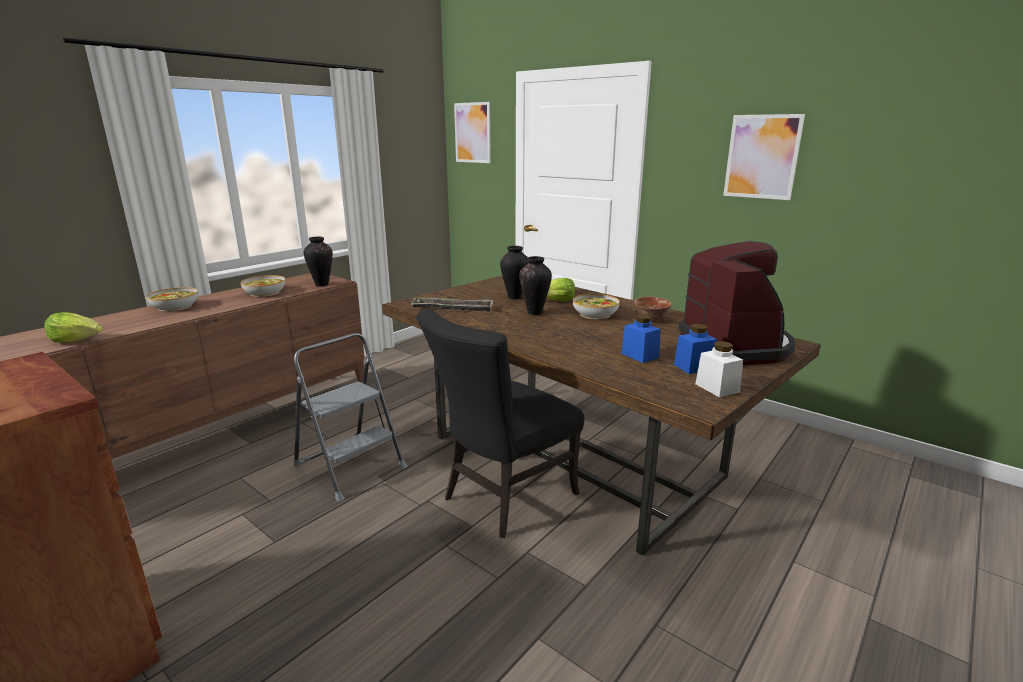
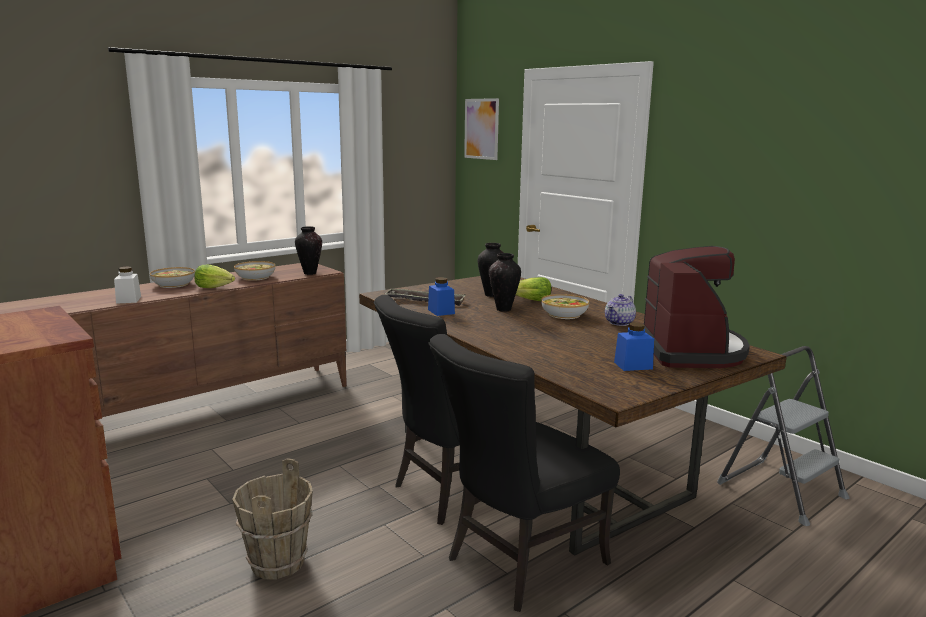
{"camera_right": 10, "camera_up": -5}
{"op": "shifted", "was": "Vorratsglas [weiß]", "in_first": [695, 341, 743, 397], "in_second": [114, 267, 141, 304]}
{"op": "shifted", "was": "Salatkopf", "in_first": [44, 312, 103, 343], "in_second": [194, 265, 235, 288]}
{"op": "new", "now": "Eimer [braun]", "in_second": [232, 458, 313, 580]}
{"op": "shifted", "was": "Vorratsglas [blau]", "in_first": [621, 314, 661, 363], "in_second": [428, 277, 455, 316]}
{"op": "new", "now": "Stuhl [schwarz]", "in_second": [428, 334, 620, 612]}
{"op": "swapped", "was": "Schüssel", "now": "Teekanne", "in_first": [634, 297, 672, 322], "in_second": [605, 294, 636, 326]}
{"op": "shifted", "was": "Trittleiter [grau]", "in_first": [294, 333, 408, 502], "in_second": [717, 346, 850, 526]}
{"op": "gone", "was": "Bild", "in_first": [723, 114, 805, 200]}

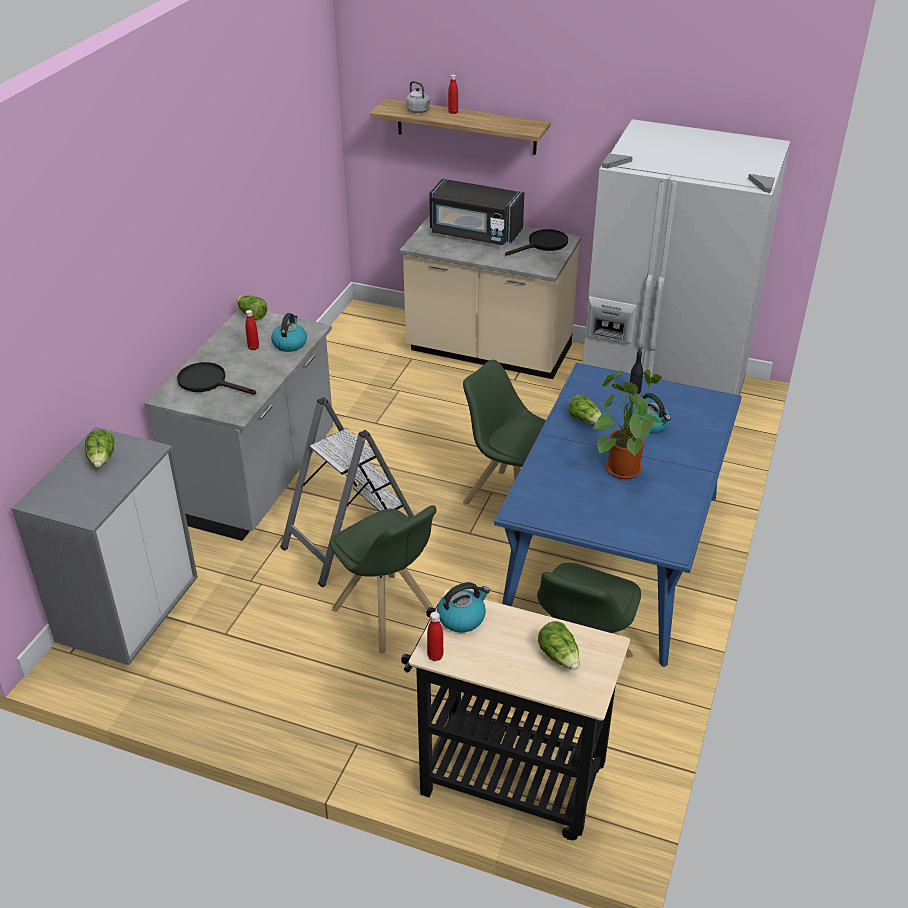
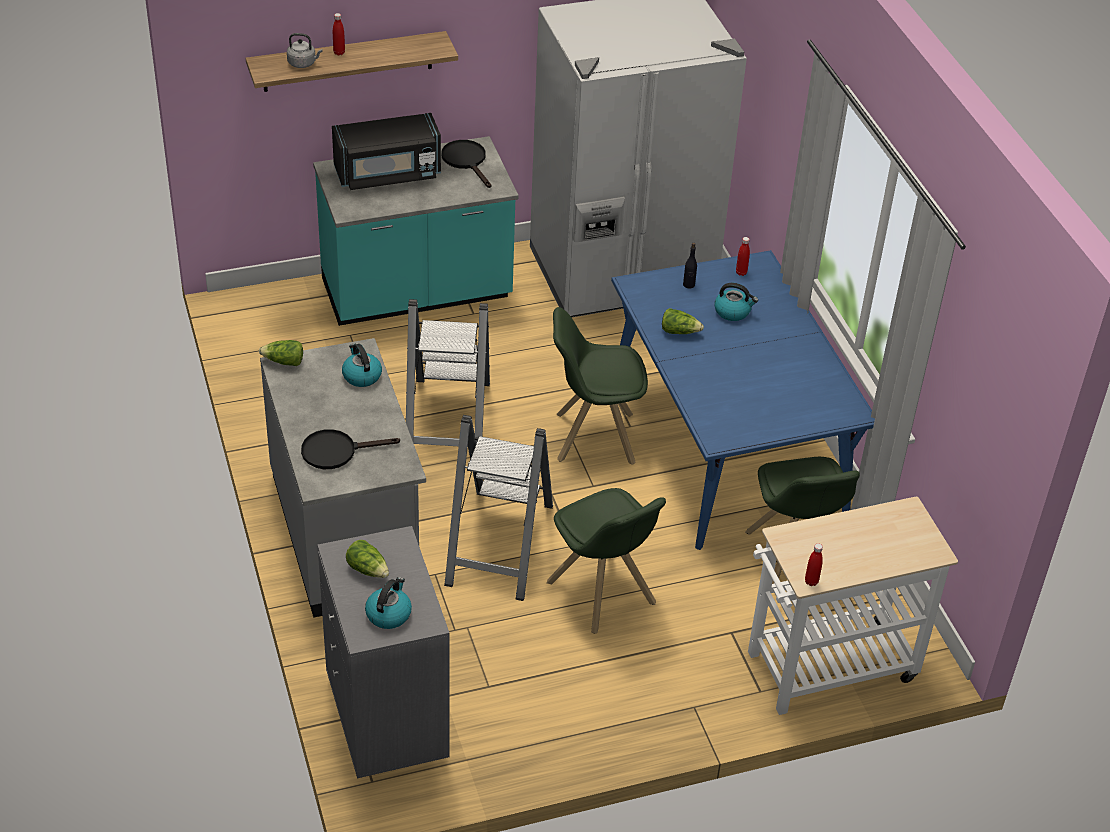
{"camera_right": -40, "camera_up": 5}
{"op": "repainted", "was": "Küchenzeile [beige]", "now": "Küchenzeile [türkis]", "in_first": [400, 215, 581, 379], "in_second": [313, 136, 519, 326]}
{"op": "shifted", "was": "Wasserkessel", "in_first": [437, 582, 490, 633], "in_second": [365, 577, 412, 629]}
{"op": "new", "now": "Trittleiter [grau]", "in_second": [406, 299, 490, 446]}
{"op": "rotated", "was": "Pfanne [schwarz]", "in_first": [505, 229, 568, 256], "in_second": [441, 140, 491, 188], "clockwise": -45}
{"op": "rotated", "was": "Stuhl [grün]", "in_first": [329, 505, 437, 653], "in_second": [547, 488, 666, 634], "clockwise": 45}
{"op": "shifted", "was": "Flasche [rot]", "in_first": [245, 310, 259, 350], "in_second": [736, 237, 750, 276]}
{"op": "repainted", "was": "Rollwagen [schwarz]", "now": "Rollwagen [weiß]", "in_first": [401, 590, 630, 840], "in_second": [748, 497, 958, 715]}
{"op": "gone", "was": "Salatkopf", "in_first": [538, 621, 580, 670]}
{"op": "gone", "was": "Topfpflanze", "in_first": [594, 369, 664, 479]}

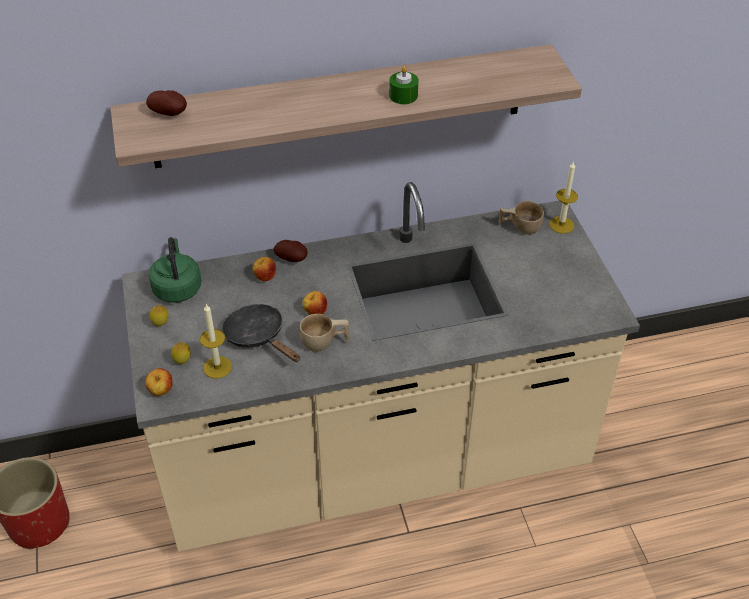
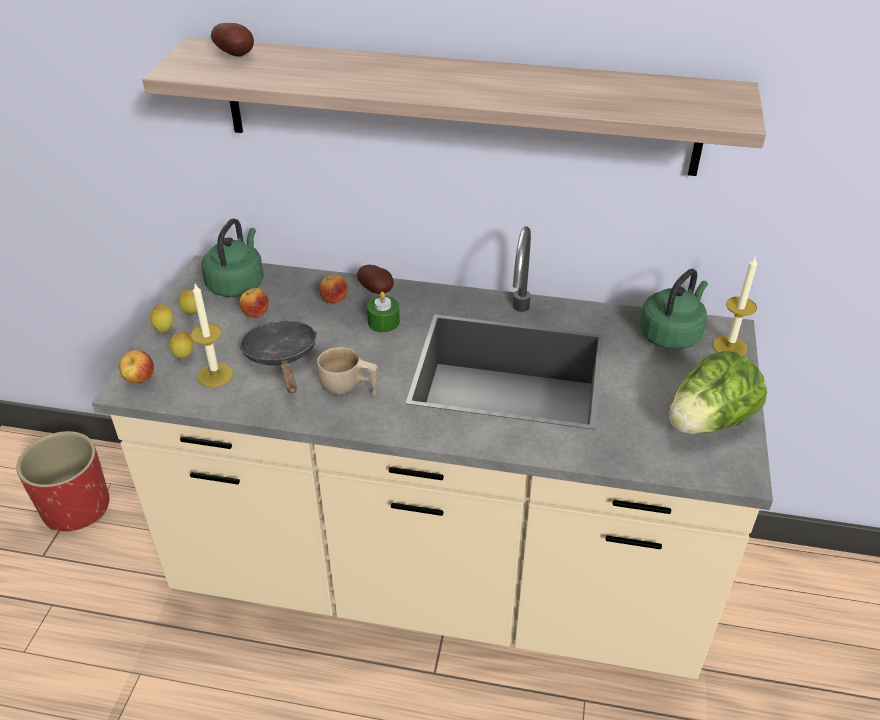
{"camera_right": 25, "camera_up": -5}
{"op": "new", "now": "Zitrone", "in_second": [150, 303, 173, 333]}
{"op": "shifted", "was": "Apfel", "in_first": [302, 291, 327, 315], "in_second": [239, 288, 269, 318]}
{"op": "shifted", "was": "Kerze [grün]", "in_first": [389, 66, 418, 104], "in_second": [367, 291, 400, 333]}
{"op": "swapped", "was": "Tasse [beige]", "now": "Wasserkessel [grün]", "in_first": [499, 201, 544, 235], "in_second": [639, 269, 708, 350]}
{"op": "new", "now": "Salatkopf", "in_second": [669, 351, 767, 434]}

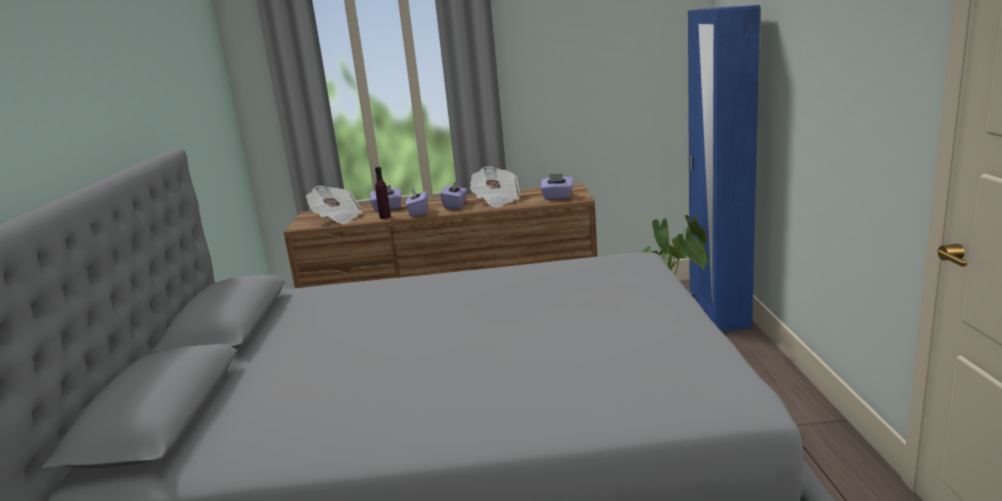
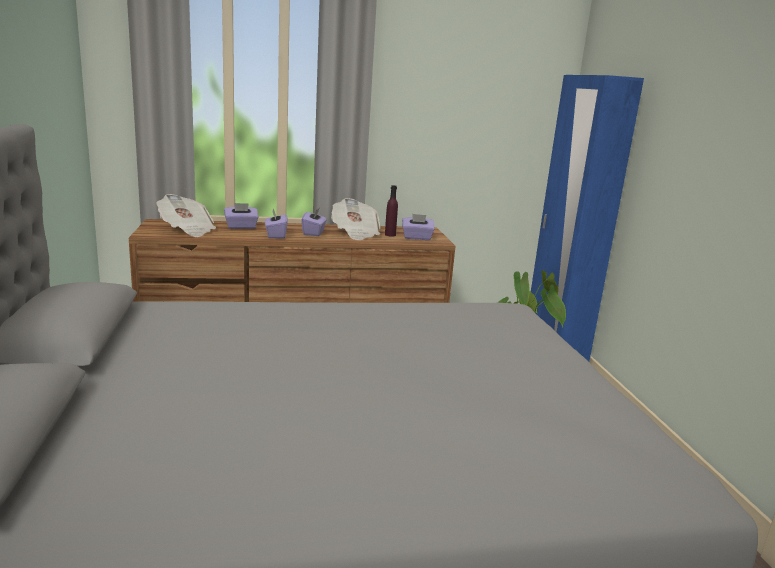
{"camera_right": -10, "camera_up": 0}
{"op": "shifted", "was": "Flasche [lila]", "in_first": [375, 167, 391, 219], "in_second": [385, 185, 398, 236]}

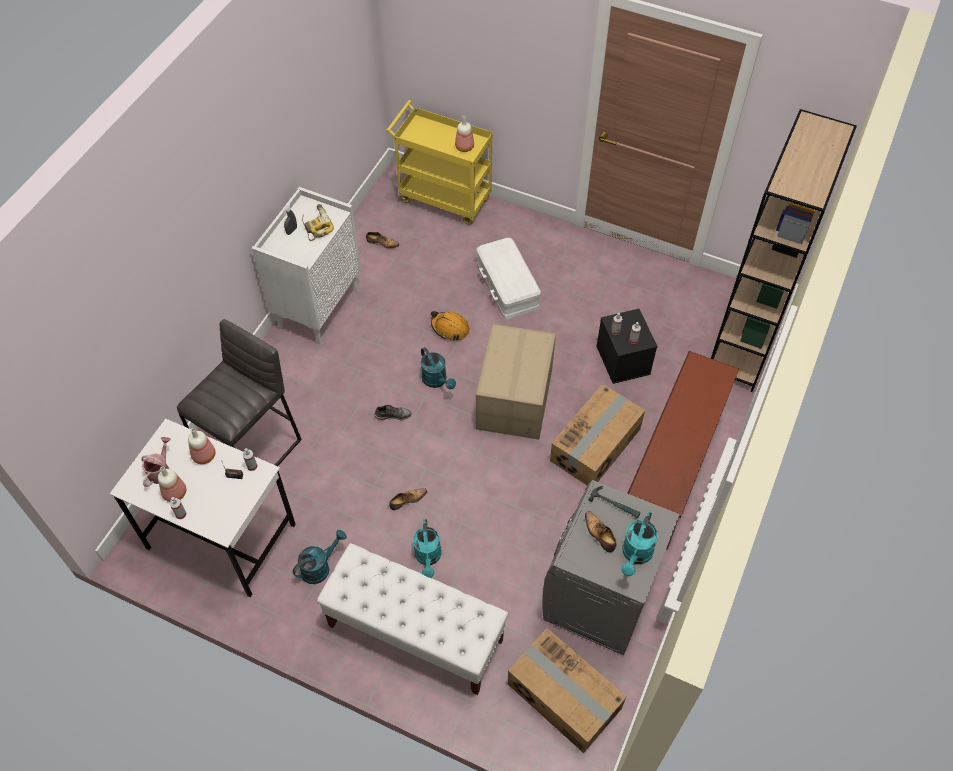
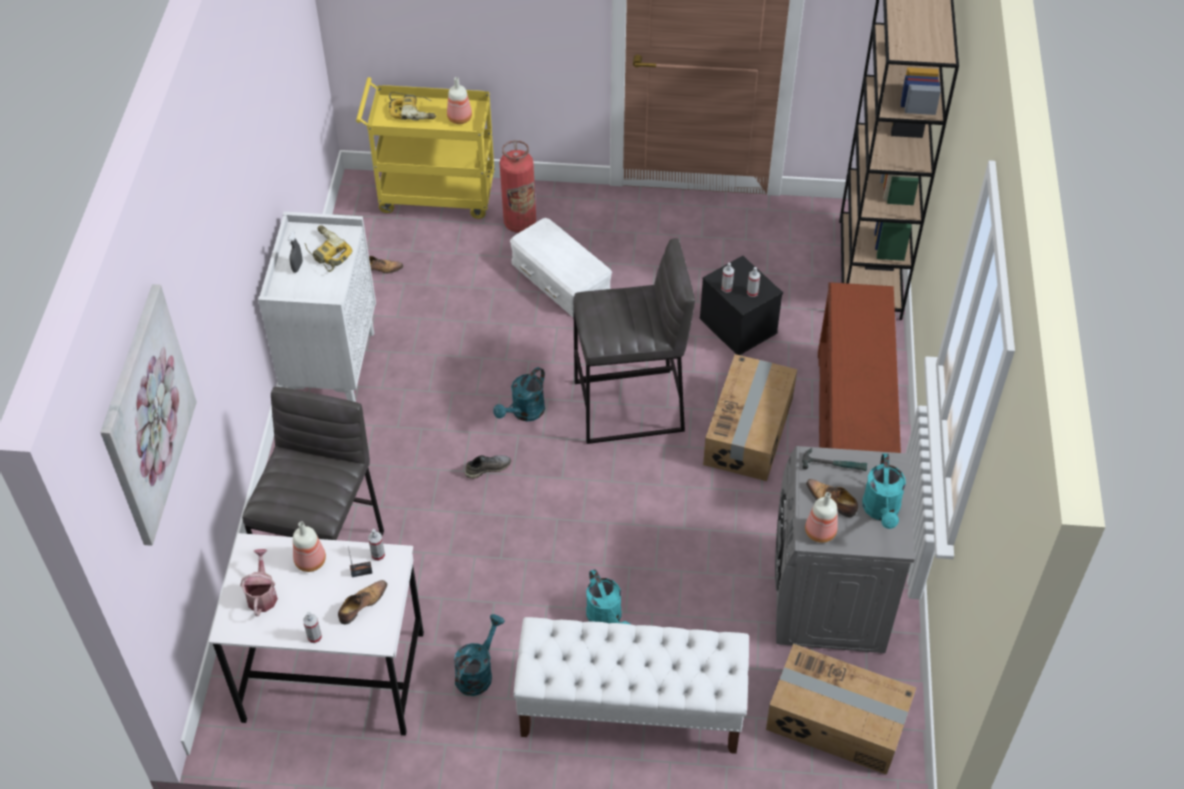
{"camera_right": -20, "camera_up": -5}
{"op": "new", "now": "Bild", "in_second": [100, 284, 197, 546]}
{"op": "shifted", "was": "Schuh", "in_first": [389, 488, 427, 510], "in_second": [338, 580, 387, 625]}
{"op": "new", "now": "Bohrmaschine", "in_second": [389, 92, 436, 121]}
{"op": "rotated", "was": "Gießkanne [türkis]", "in_first": [421, 347, 456, 389], "in_second": [493, 367, 545, 422], "clockwise": 90}
{"op": "new", "now": "Feuerlöscher", "in_second": [500, 140, 536, 233]}
{"op": "swapped", "was": "Karton", "now": "Hocker [grau]", "in_first": [476, 324, 556, 440], "in_second": [573, 238, 695, 444]}
{"op": "shifted", "was": "Flasche", "in_first": [158, 466, 186, 502], "in_second": [805, 492, 838, 543]}
{"op": "gone", "was": "Schutzhelm [orange]", "in_first": [431, 311, 470, 340]}

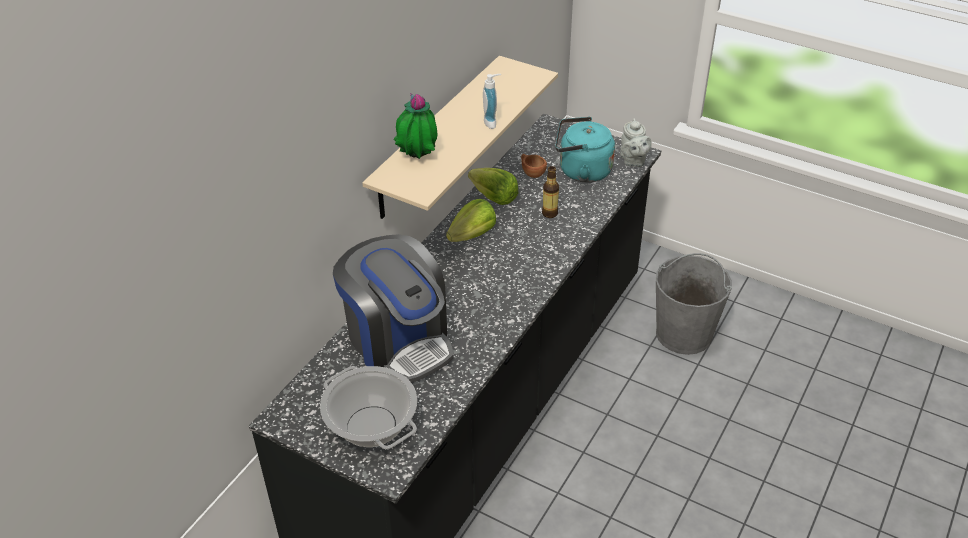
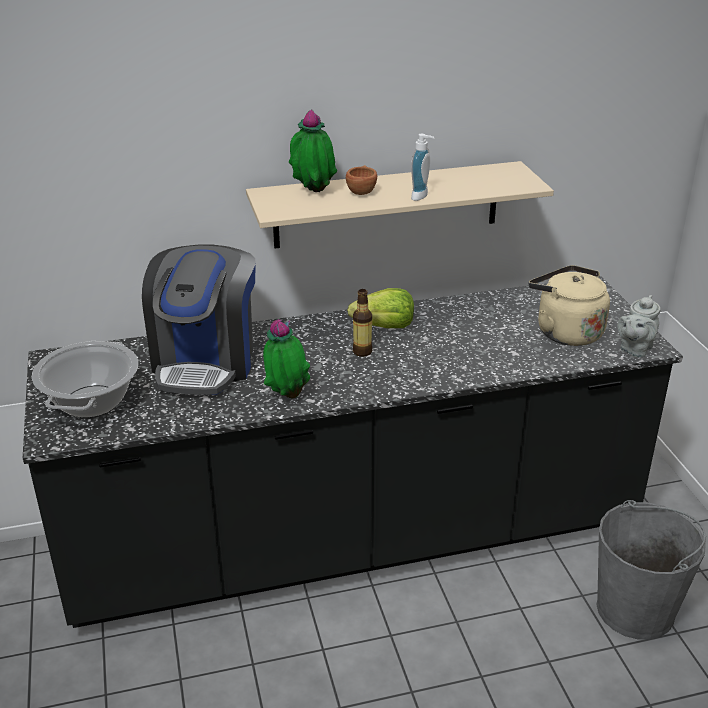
{"camera_right": 45, "camera_up": -10}
{"op": "new", "now": "Topfpflanze", "in_second": [263, 319, 310, 399]}
{"op": "shifted", "was": "Tasse [braun]", "in_first": [521, 154, 547, 178], "in_second": [346, 165, 377, 195]}
{"op": "shifted", "was": "Flasche", "in_first": [542, 166, 559, 218], "in_second": [353, 289, 372, 357]}
{"op": "repainted", "was": "Wasserkessel [türkis]", "now": "Wasserkessel [beige]", "in_first": [555, 117, 615, 183], "in_second": [529, 265, 610, 346]}
{"op": "gone", "was": "Salatkopf", "in_first": [468, 168, 519, 205]}

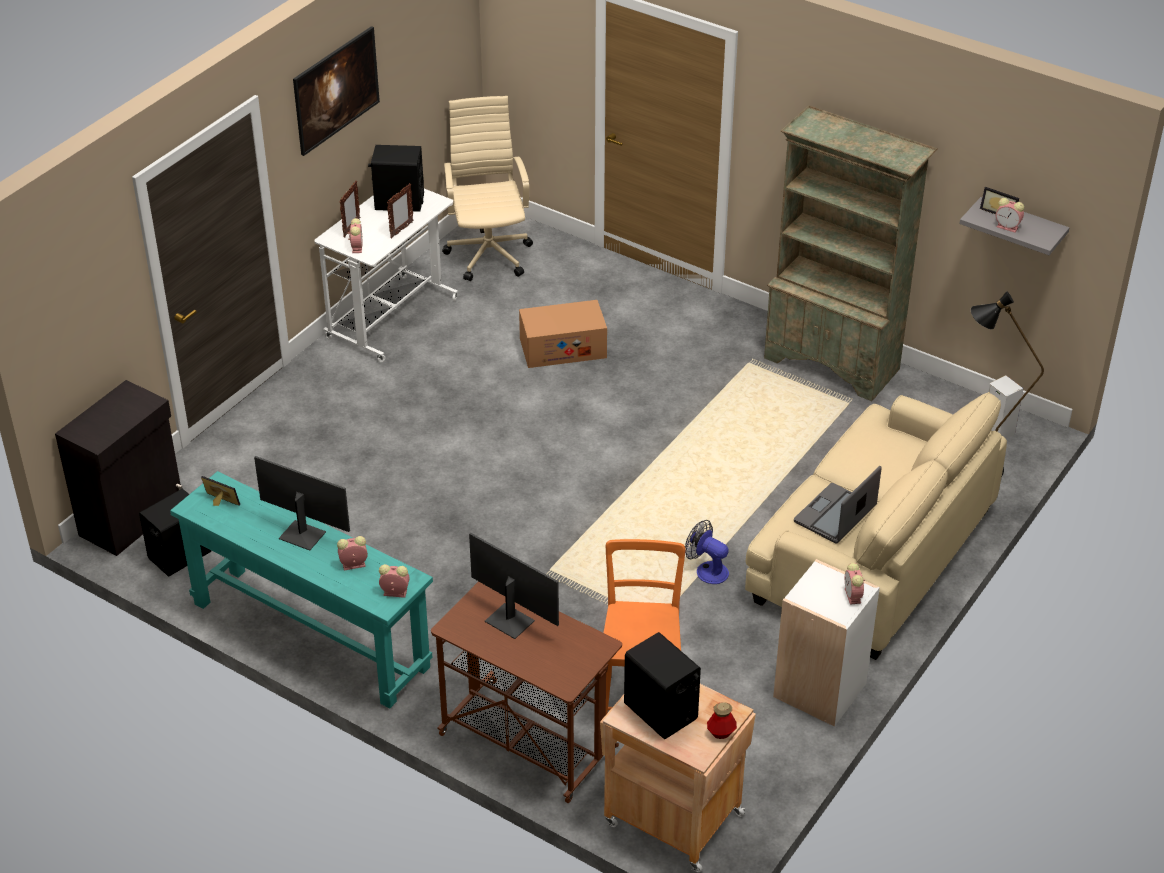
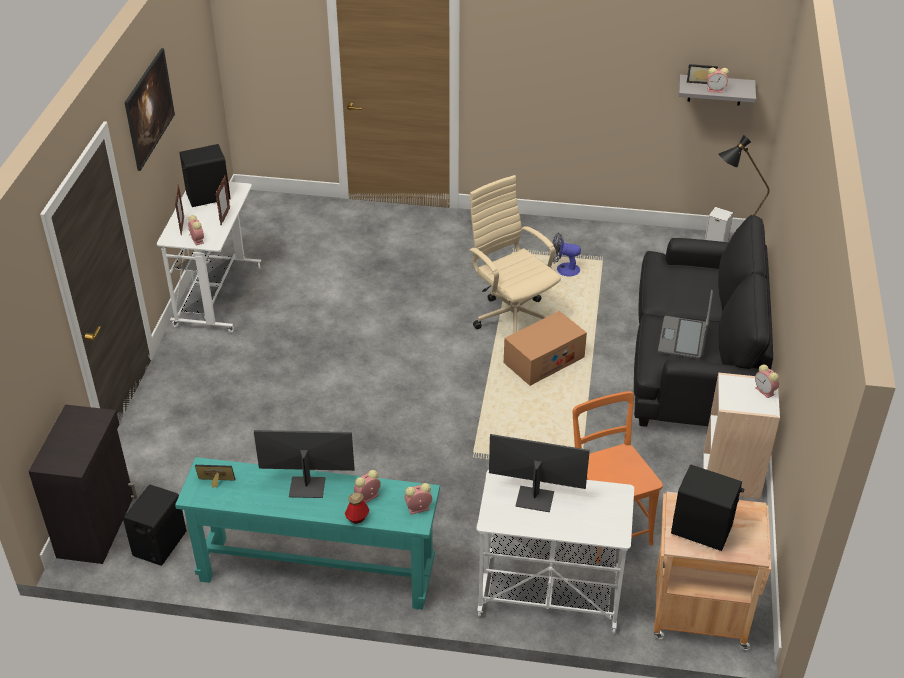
{"camera_right": -25, "camera_up": 0}
{"op": "shifted", "was": "Flasche", "in_first": [707, 702, 737, 739], "in_second": [345, 492, 370, 524]}
{"op": "shifted", "was": "Bürostuhl [beige]", "in_first": [442, 96, 533, 281], "in_second": [469, 175, 561, 334]}
{"op": "repainted", "was": "Schreibtisch [braun]", "now": "Schreibtisch [weiß]", "in_first": [431, 581, 622, 803], "in_second": [476, 470, 634, 634]}
{"op": "shifted", "was": "Karton", "in_first": [519, 300, 607, 368], "in_second": [504, 311, 587, 386]}
{"op": "shifted", "was": "Ventilator", "in_first": [685, 520, 729, 584], "in_second": [553, 232, 581, 276]}
{"op": "repainted", "was": "Sofa [beige]", "now": "Sofa [schwarz]", "in_first": [745, 392, 1007, 660], "in_second": [634, 214, 773, 427]}
{"op": "gone", "was": "Bücherregal [grün]", "in_first": [764, 105, 938, 401]}

